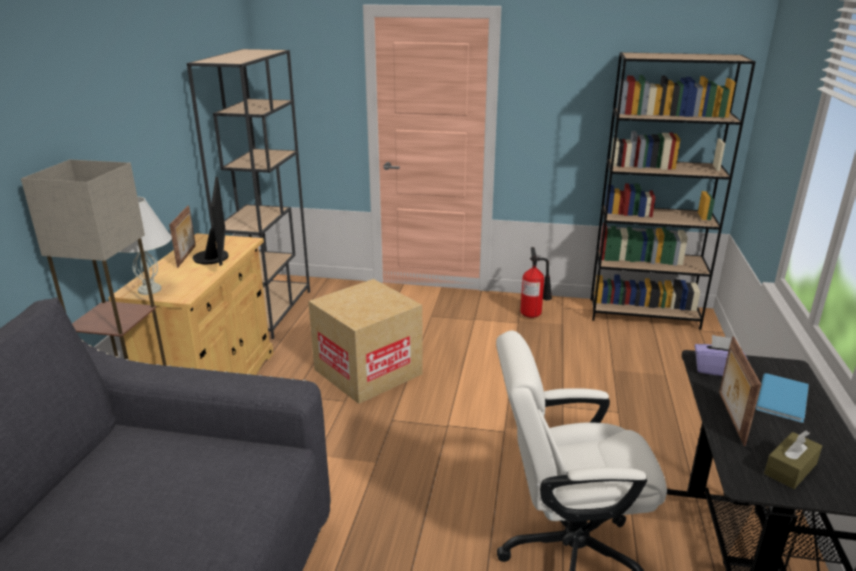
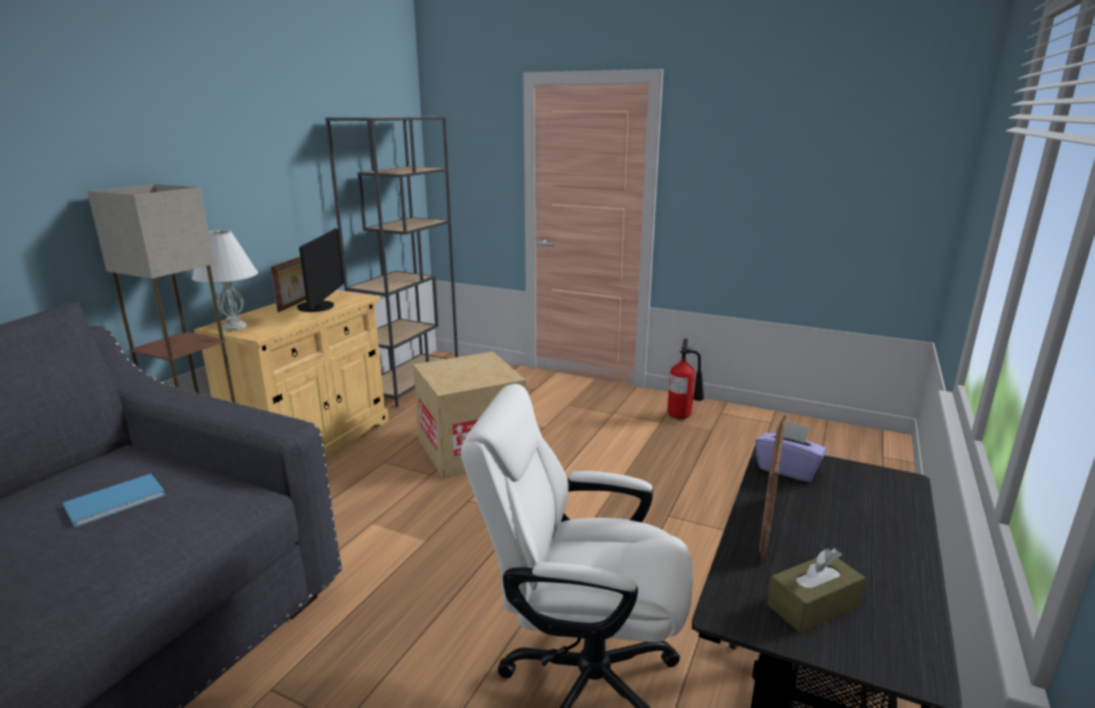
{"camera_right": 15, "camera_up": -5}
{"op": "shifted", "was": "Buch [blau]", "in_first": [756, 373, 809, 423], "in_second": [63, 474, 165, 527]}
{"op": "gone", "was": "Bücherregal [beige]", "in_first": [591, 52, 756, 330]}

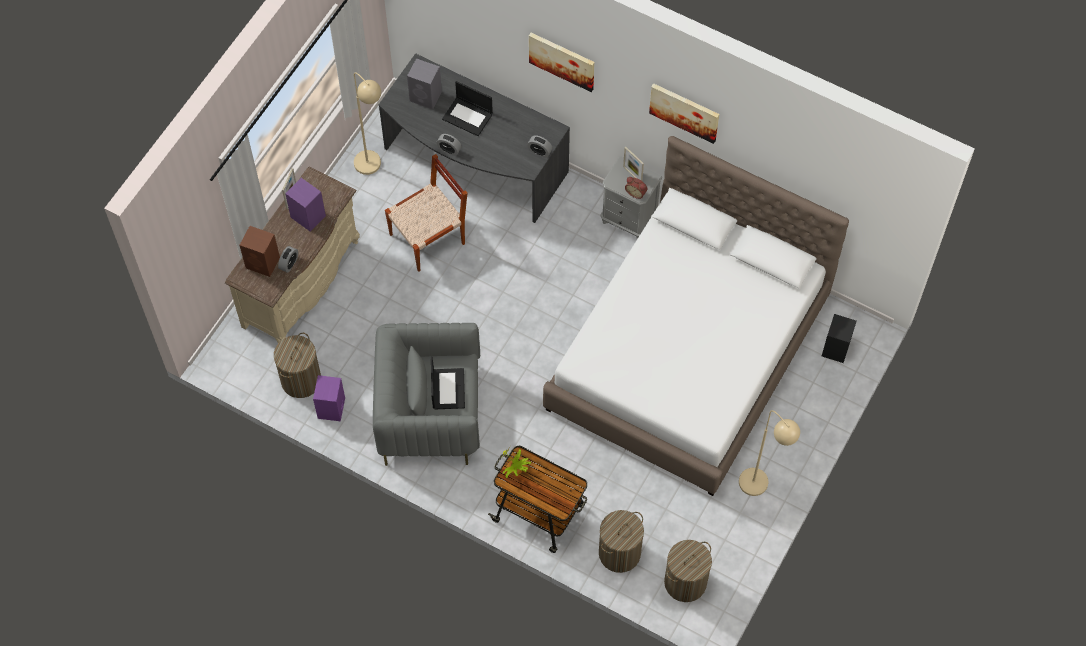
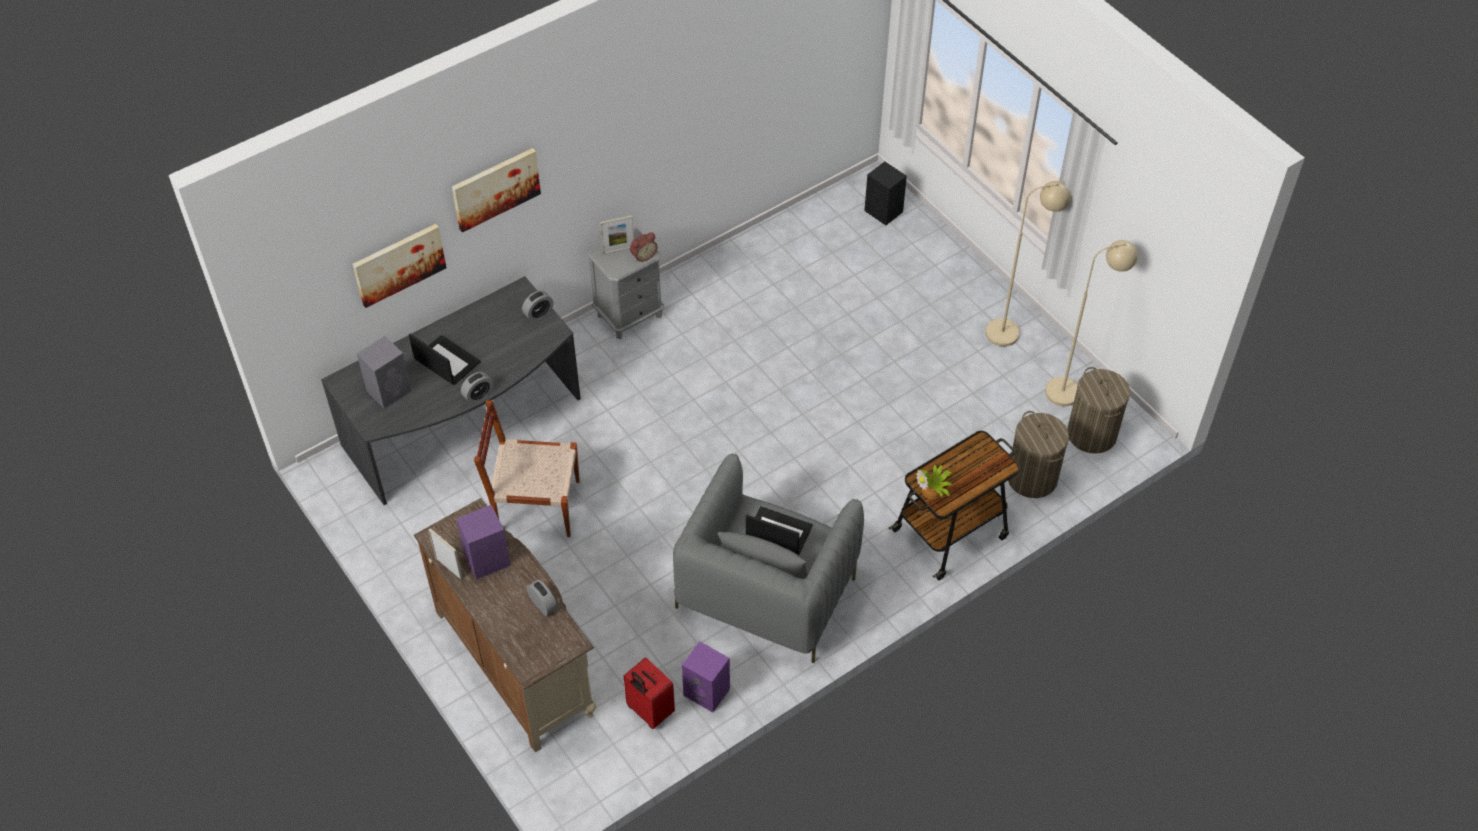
{"camera_right": -65, "camera_up": -10}
{"op": "shifted", "was": "Bild", "in_first": [649, 83, 720, 144], "in_second": [353, 224, 446, 308]}
{"op": "rotated", "was": "Laptop", "in_first": [442, 81, 493, 136], "in_second": [409, 334, 481, 385], "clockwise": -105}
{"op": "rotated", "was": "Stuhl", "in_first": [385, 154, 467, 272], "in_second": [474, 400, 580, 537], "clockwise": -75}
{"op": "swapped", "was": "Wäschekorb", "now": "Koffer [rot]", "in_first": [274, 333, 321, 398], "in_second": [624, 657, 675, 729]}
{"op": "shifted", "was": "Stehlampe [beige]", "in_first": [354, 73, 381, 175], "in_second": [1045, 240, 1138, 406]}
{"op": "gone", "was": "Lautsprecher [braun]", "in_first": [239, 226, 280, 277]}
{"op": "gone", "was": "Bett [weiß]", "in_first": [543, 136, 849, 496]}

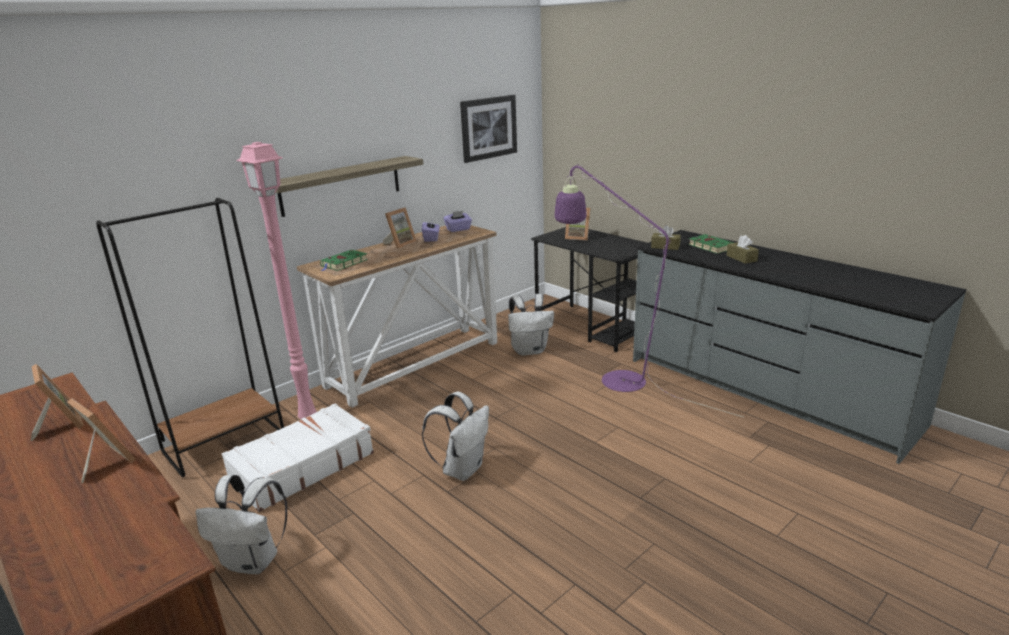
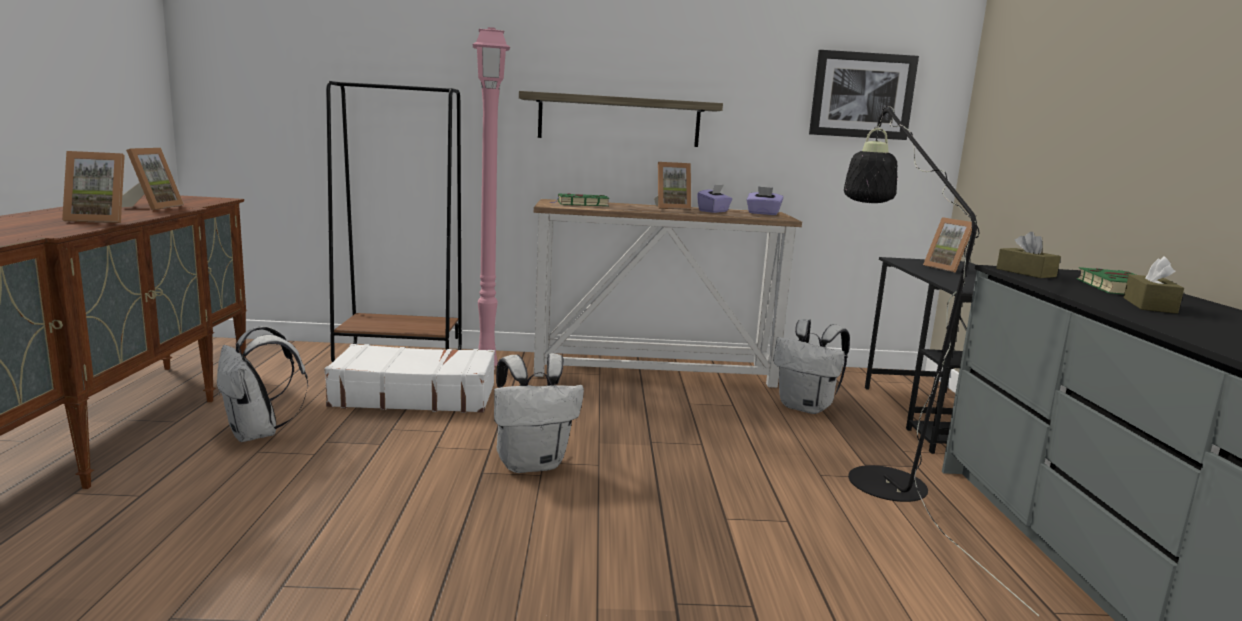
{"camera_right": 40, "camera_up": -10}
{"op": "rotated", "was": "Bilderrahmen", "in_first": [67, 399, 136, 483], "in_second": [62, 151, 125, 223], "clockwise": 90}
{"op": "repainted", "was": "Stehlampe [lila]", "now": "Stehlampe [schwarz]", "in_first": [555, 164, 743, 417], "in_second": [844, 106, 1039, 616]}

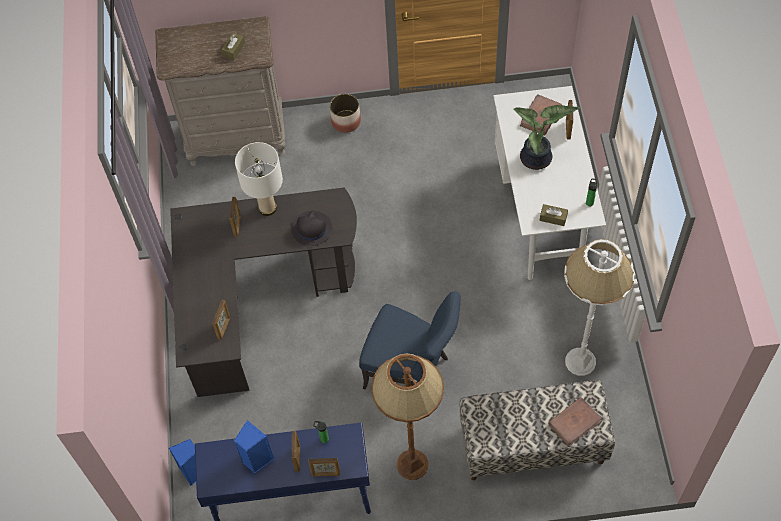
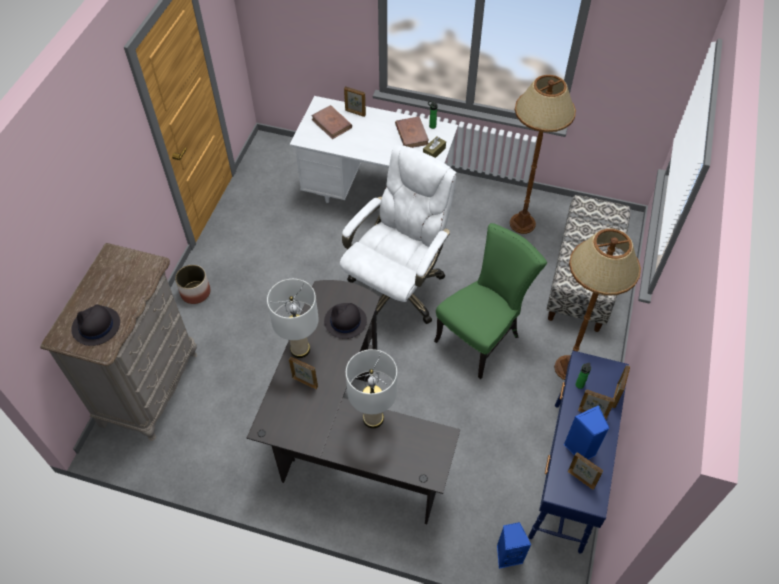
{"camera_right": -70, "camera_up": -5}
{"op": "new", "now": "Hut [schwarz]", "in_second": [71, 305, 120, 346]}
{"op": "new", "now": "Bürostuhl [weiß]", "in_second": [340, 145, 456, 324]}
{"op": "new", "now": "Tischlampe [weiß]", "in_second": [346, 349, 397, 428]}
{"op": "shifted", "was": "Buch [braun]", "in_first": [548, 397, 602, 446], "in_second": [395, 117, 429, 148]}
{"op": "repainted", "was": "Stuhl [blau]", "now": "Stuhl [grün]", "in_first": [359, 291, 461, 390], "in_second": [434, 223, 547, 379]}
{"op": "repainted", "was": "Stehlampe [weiß]", "now": "Stehlampe [braun]", "in_first": [564, 239, 634, 376], "in_second": [510, 75, 576, 234]}
{"op": "shifted", "was": "Bilderrahmen", "in_first": [212, 300, 230, 340], "in_second": [568, 453, 603, 490]}
{"op": "gone", "was": "Taschentuchbox [braun]", "in_first": [221, 32, 245, 60]}
{"op": "gone", "was": "Topfpflanze", "in_first": [513, 105, 580, 170]}

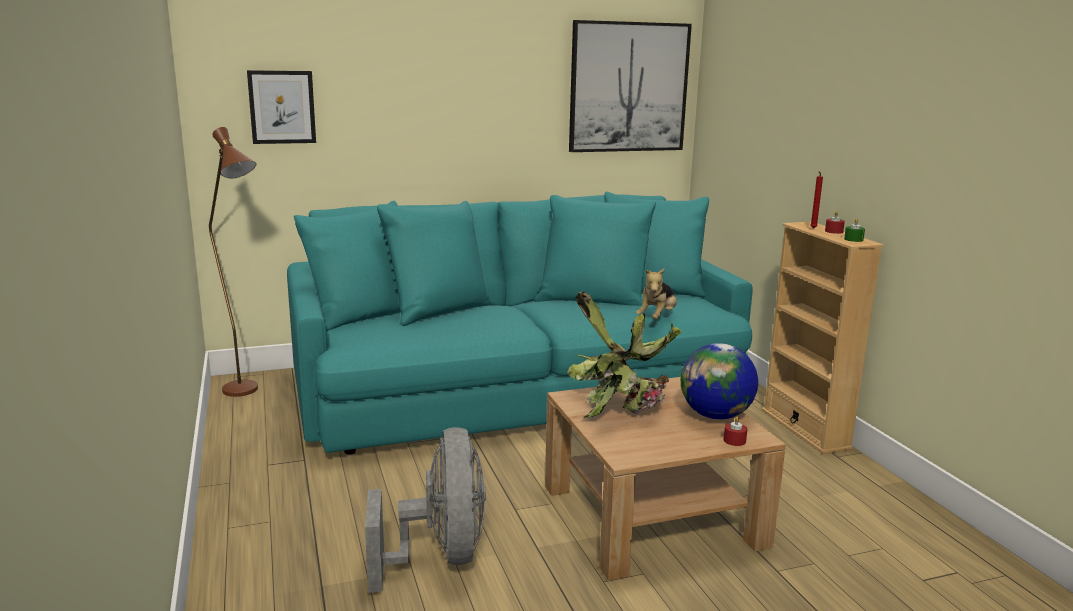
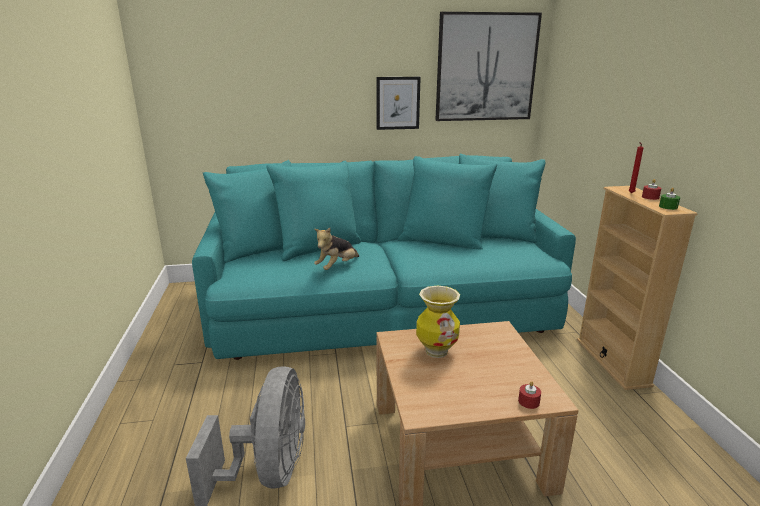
{"camera_right": 10, "camera_up": 5}
{"op": "shifted", "was": "Plüschtier", "in_first": [636, 268, 677, 319], "in_second": [314, 228, 359, 270]}
{"op": "shifted", "was": "Bild", "in_first": [247, 70, 316, 144], "in_second": [376, 77, 421, 130]}
{"op": "swapped", "was": "Topfpflanze", "now": "Vase", "in_first": [567, 291, 681, 418], "in_second": [416, 286, 460, 358]}
{"op": "gone", "was": "Stehlampe [braun]", "in_first": [209, 127, 258, 397]}
{"op": "gone", "was": "Globus", "in_first": [681, 343, 758, 420]}

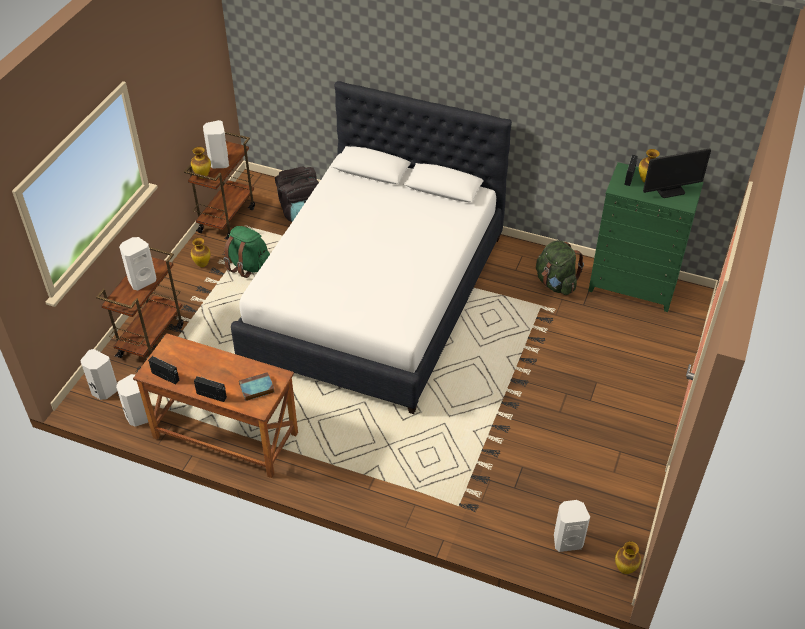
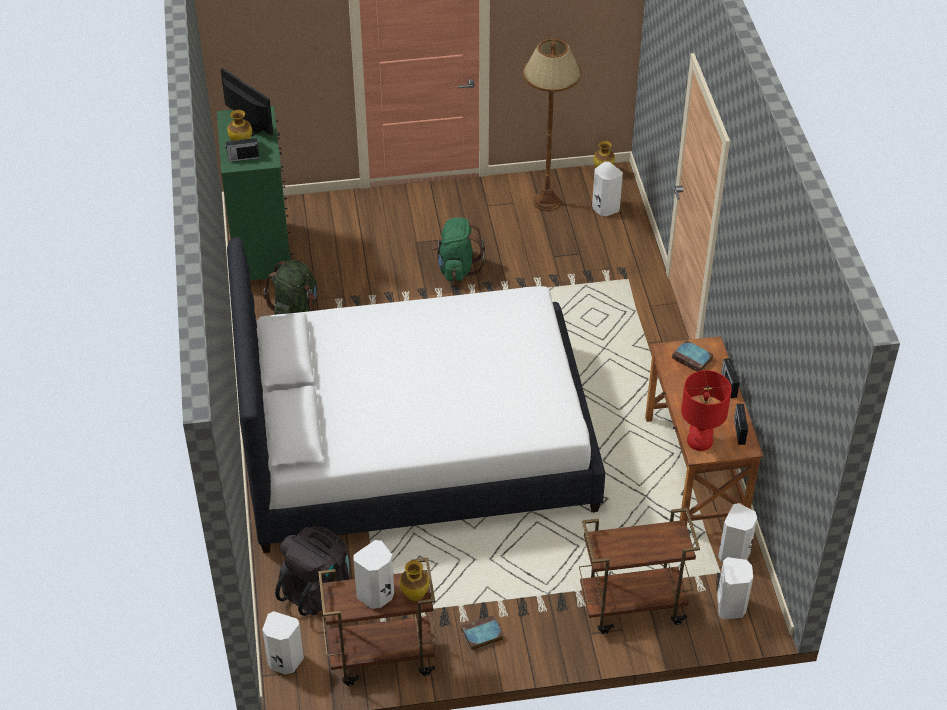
{"camera_right": -120, "camera_up": 0}
{"op": "shifted", "was": "Lautsprecher [weiß]", "in_first": [119, 237, 156, 290], "in_second": [262, 611, 304, 674]}
{"op": "shifted", "was": "Rucksack [grün]", "in_first": [224, 226, 270, 278], "in_second": [432, 217, 485, 282]}
{"op": "swapped", "was": "Vase", "now": "Buch", "in_first": [191, 238, 211, 267], "in_second": [461, 616, 503, 651]}
{"op": "new", "now": "Stehlampe [braun]", "in_second": [523, 39, 582, 211]}
{"op": "new", "now": "Tischlampe [rot]", "in_second": [681, 370, 732, 451]}

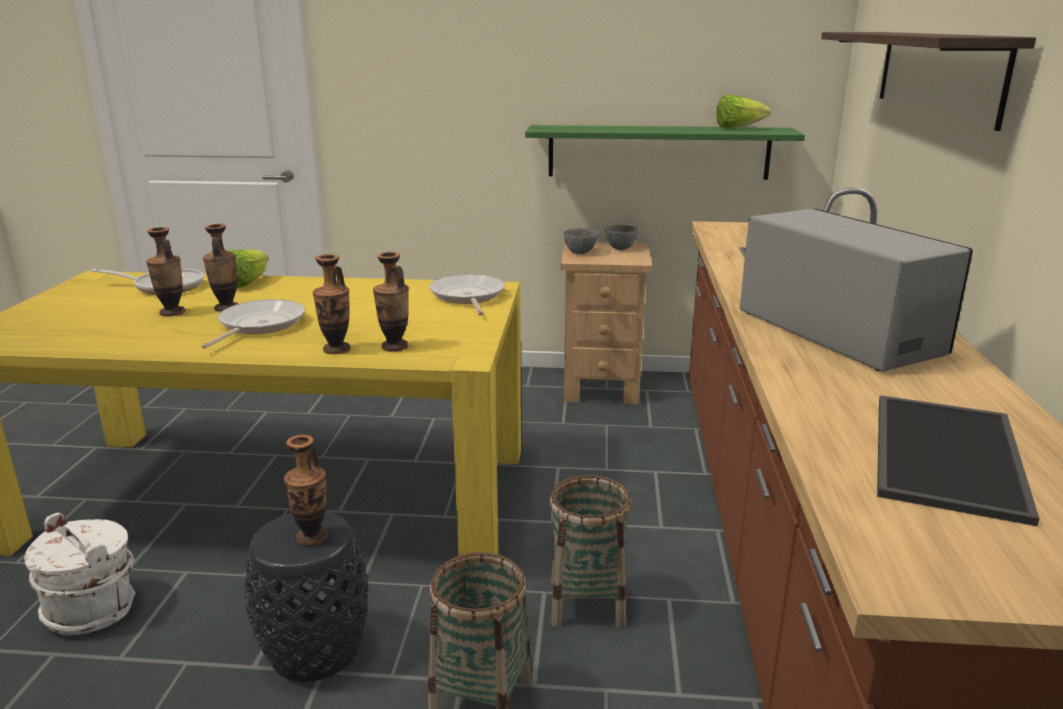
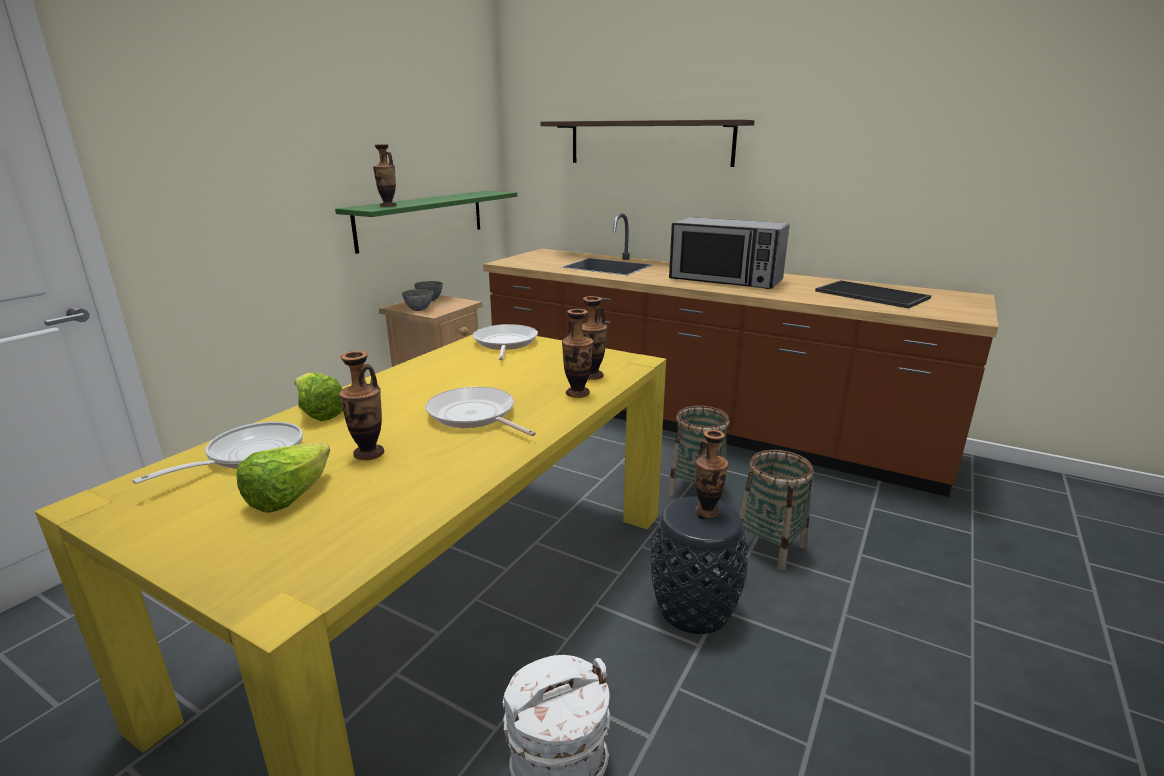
{"camera_right": -65, "camera_up": 0}
{"op": "shifted", "was": "Salatkopf", "in_first": [716, 94, 771, 128], "in_second": [236, 443, 330, 513]}
{"op": "shifted", "was": "Vase", "in_first": [203, 224, 238, 312], "in_second": [373, 144, 397, 207]}
{"op": "rotated", "was": "Pfanne", "in_first": [429, 274, 505, 316], "in_second": [473, 324, 538, 360], "clockwise": 75}
{"op": "rotated", "was": "Mikrowelle", "in_first": [740, 209, 973, 371], "in_second": [669, 217, 790, 289], "clockwise": -150}

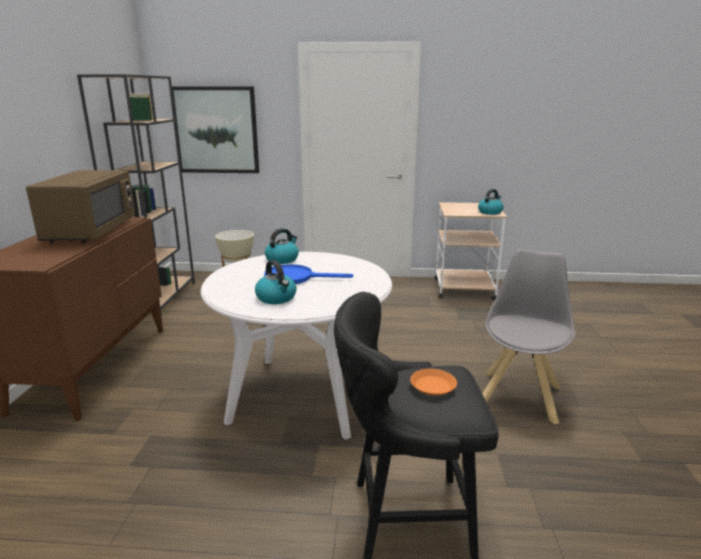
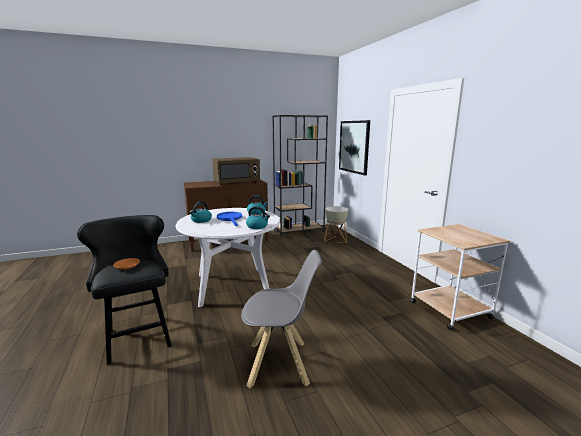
{"camera_right": 65, "camera_up": -5}
{"op": "shifted", "was": "Wasserkessel", "in_first": [478, 189, 504, 215], "in_second": [246, 206, 270, 229]}

